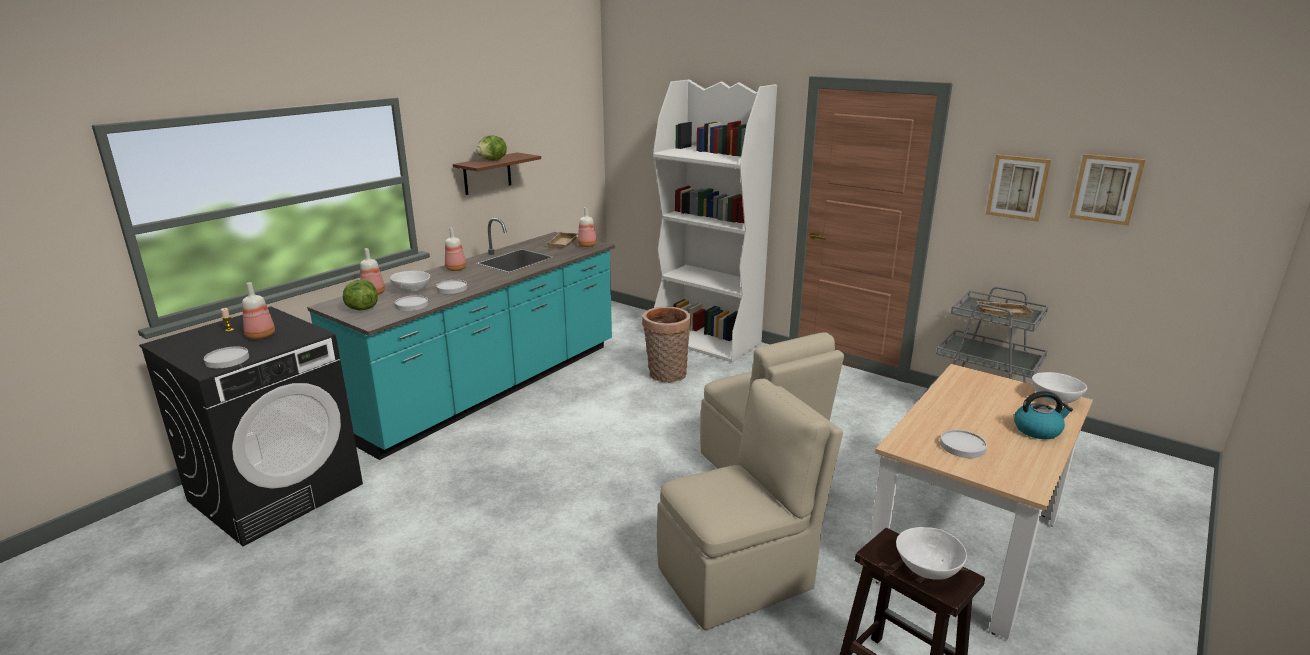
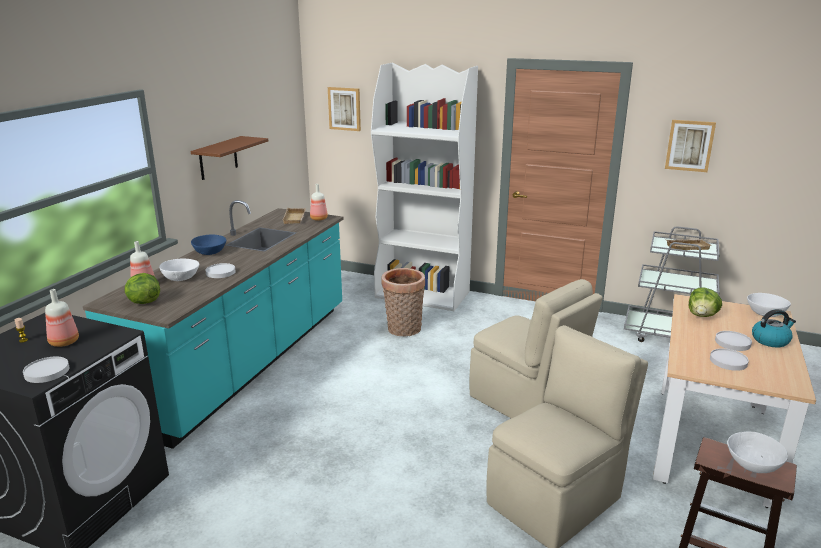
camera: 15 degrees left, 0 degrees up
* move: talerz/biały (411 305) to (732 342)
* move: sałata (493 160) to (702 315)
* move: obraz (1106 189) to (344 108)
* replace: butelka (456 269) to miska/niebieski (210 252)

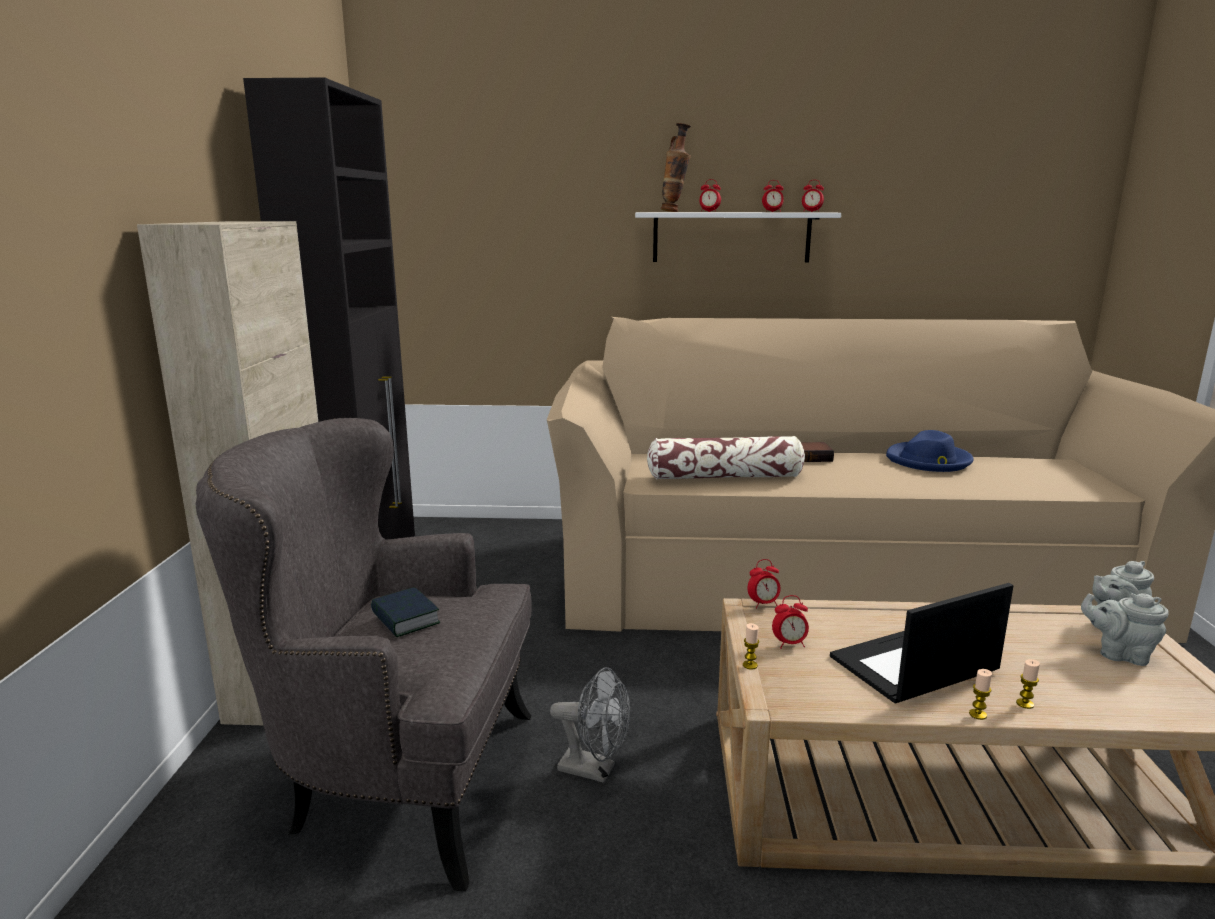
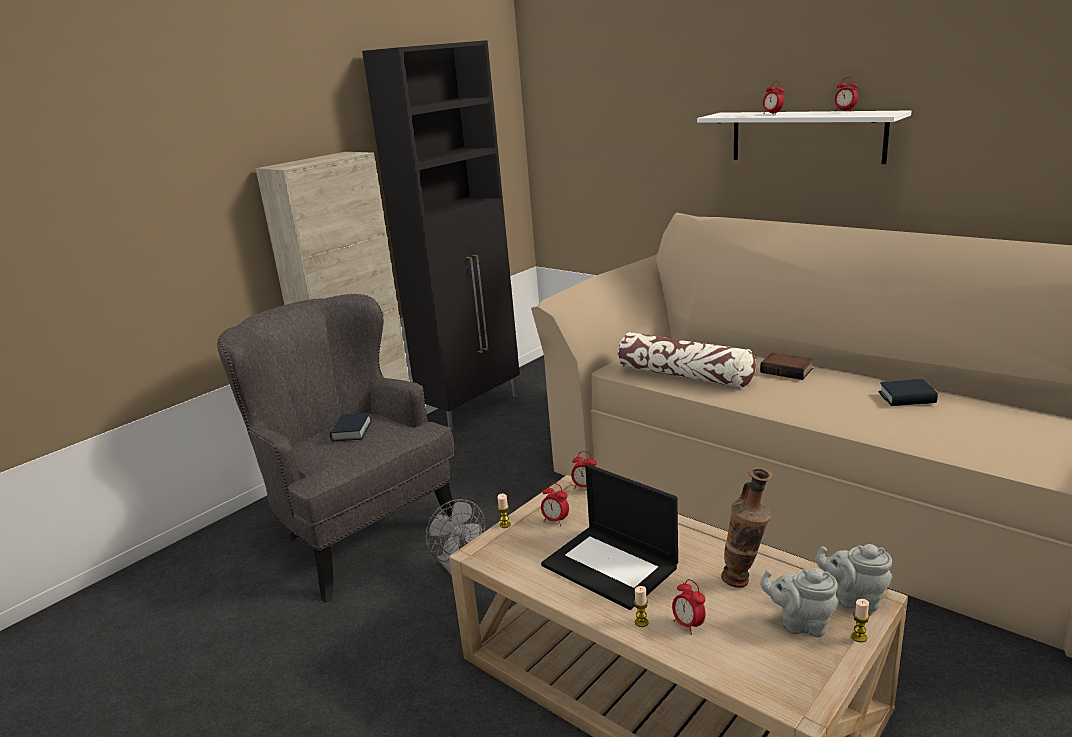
camera: 40 degrees right, 5 degrees up
* move: wazon (674 212) to (744 582)
* move: budzik (811 212) to (688 625)
* move: świeca (977 714) to (859 637)
* replace: kapelusz/niebieski (928 460) to książka (907 398)
* rotate: laptop (913 666) = (611 566) 150 degrees counterclockwise
* rotate: imbryk/szary (1119 654) = (801 624) 45 degrees counterclockwise

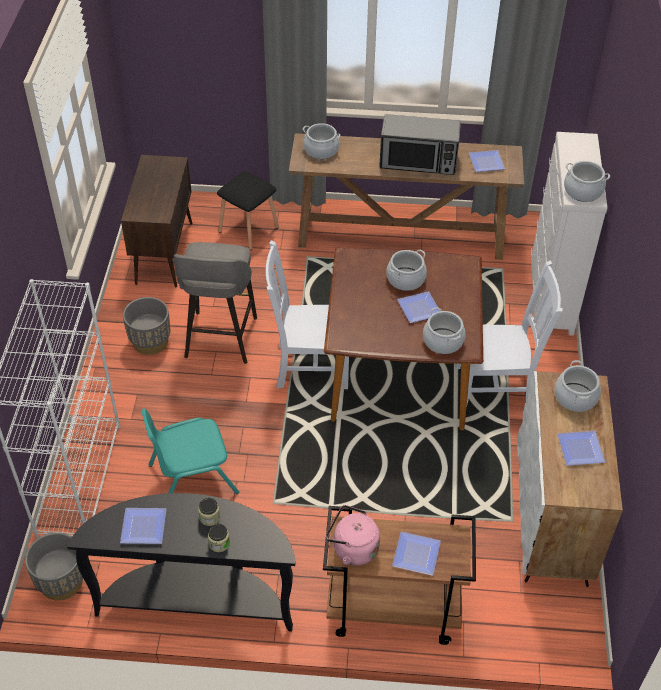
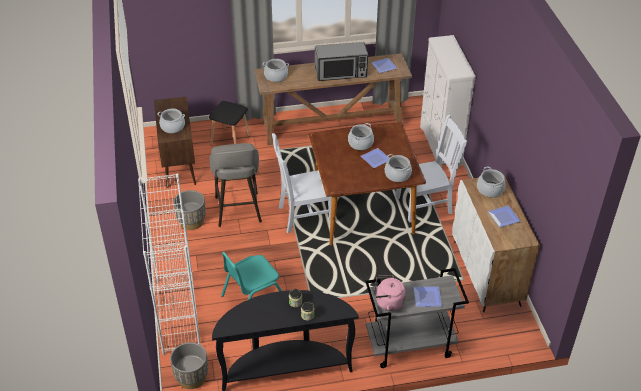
camera: 15 degrees left, 5 degrees down
* delete: talerz (142 526)
* move: garnek (583 191) to (172 127)
* recolor: wózek/brązowy (392 611) to wózek/szary (409 346)

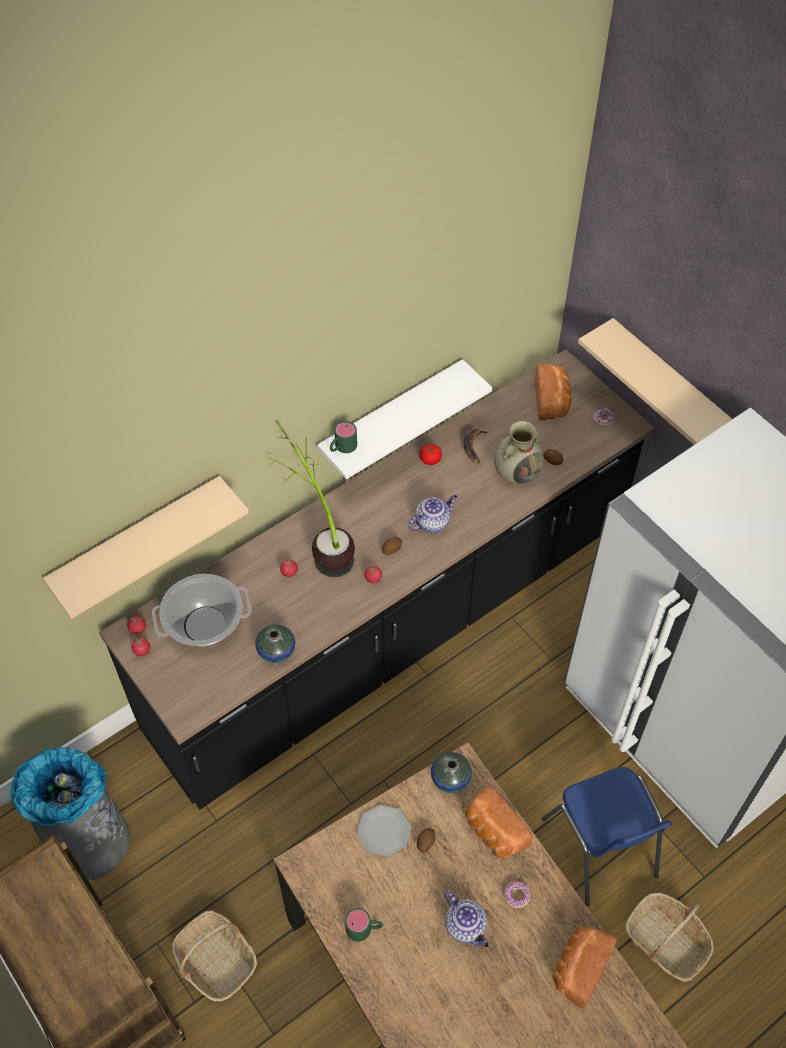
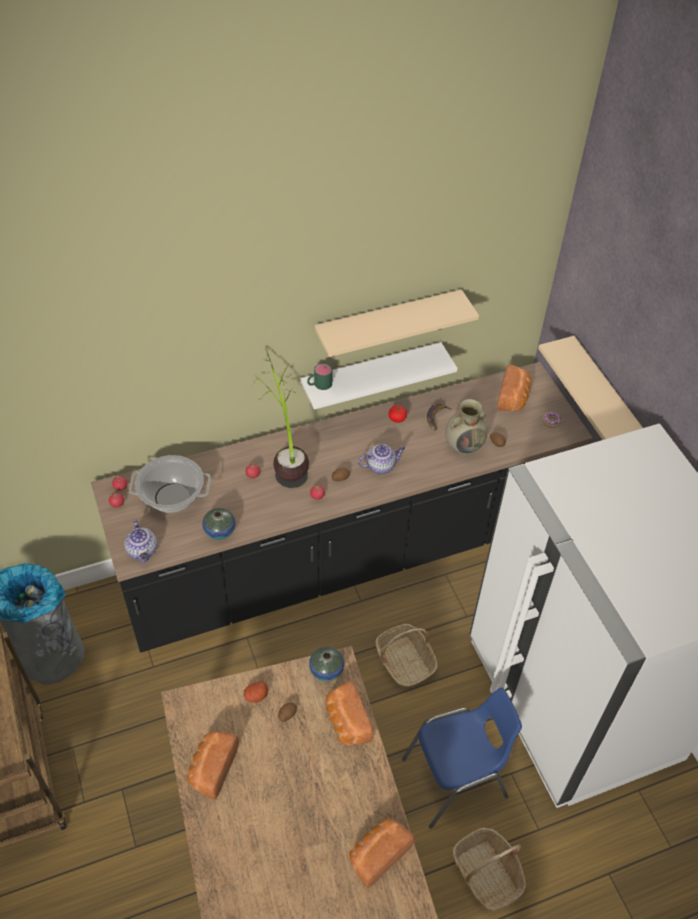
camera: 15 degrees right, 5 degrees down
* delete: donut (517 895)
* move: półka/beżowy (138 542) to (388 324)
* move: koszyk (216 960) to (404 661)
* move: imbryk (466 926) to (143 551)
* replace: kubek/zielony (364 929) to chleb (212 768)
* replace: talerz (383 831) to ziemniak (256 696)
* rotate: krzesło/niebieski (600 848) = (456 779) 105 degrees counterclockwise

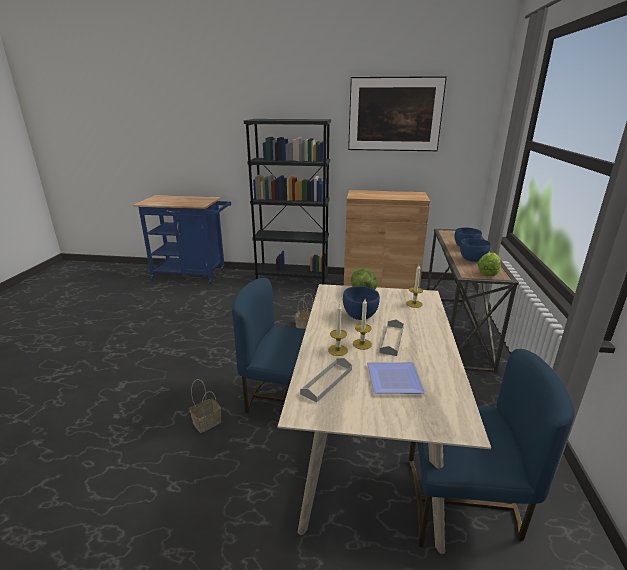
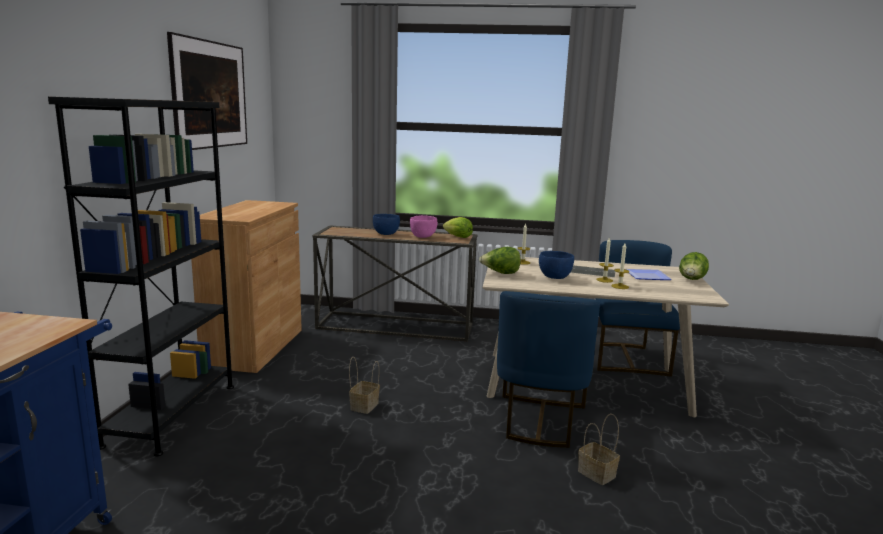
camera: 90 degrees left, 10 degrees down
* delete: taca/szary (327 381)
* insert: sałata (692 280)
* recolor: miska/niebieski (472 260) to miska/różowy (423 236)

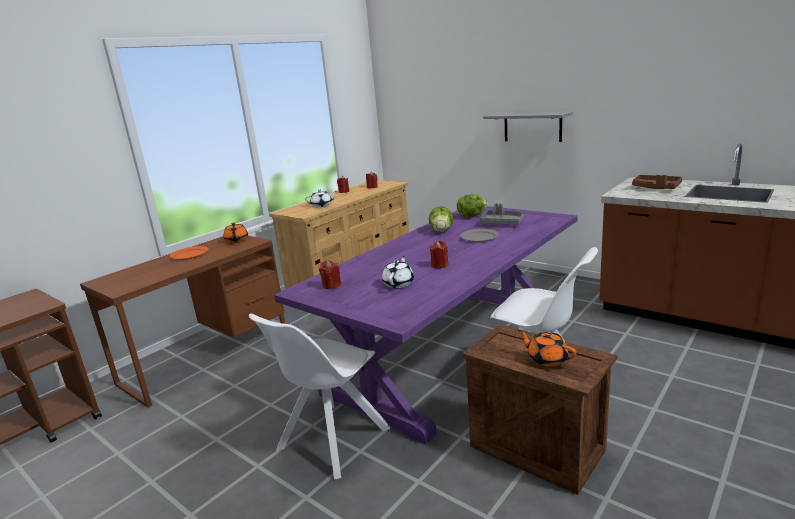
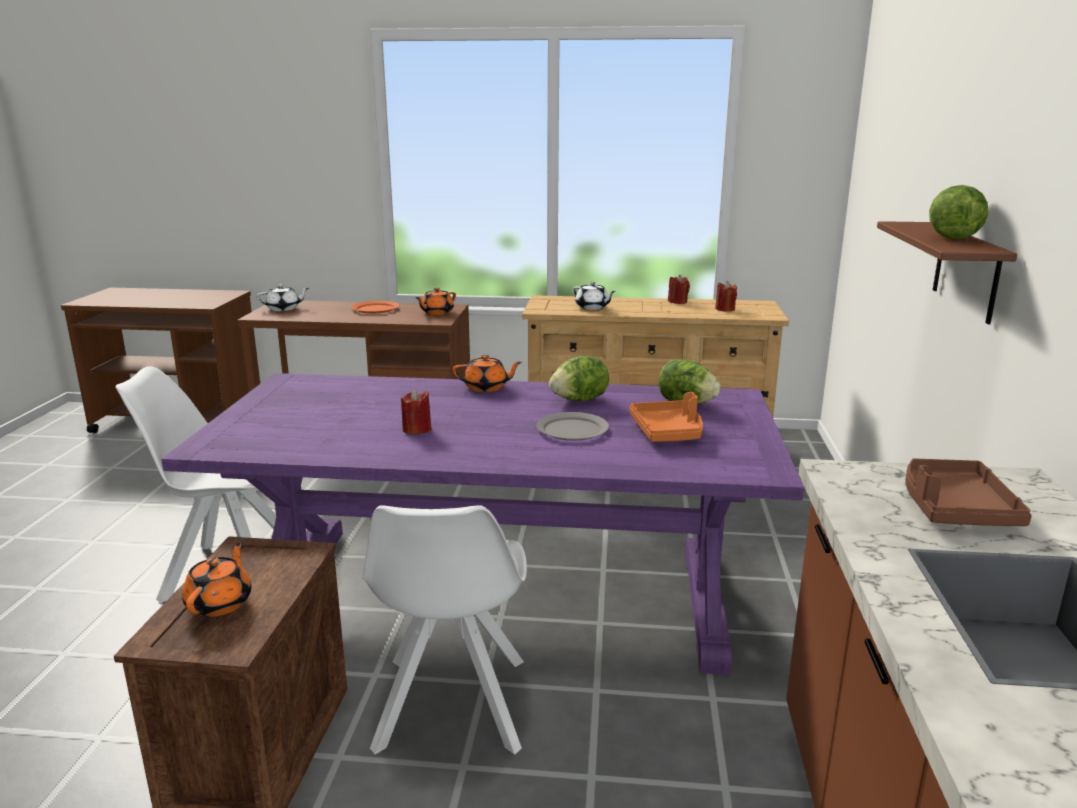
camera: 55 degrees right, 0 degrees up
* delete: świeca/czerwony (331 285)
* insert: imbryk/pomarańczowy (487 387)
* insert: sałata (953 238)
* move: imbryk/biały (398 283) to (284 309)
* recolor: taca/szary (502 223) to taca/pomarańczowy (668 432)
* recolor: półka/szary (532 127) to półka/brązowy (966 271)

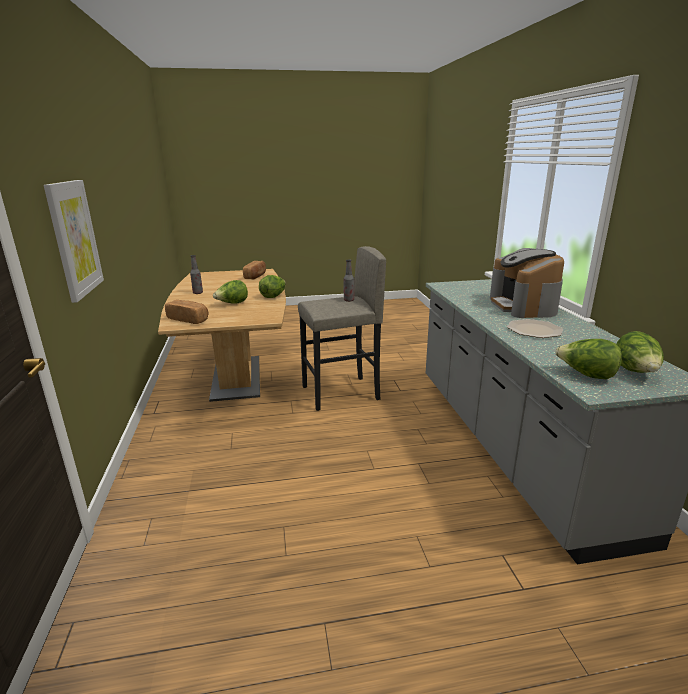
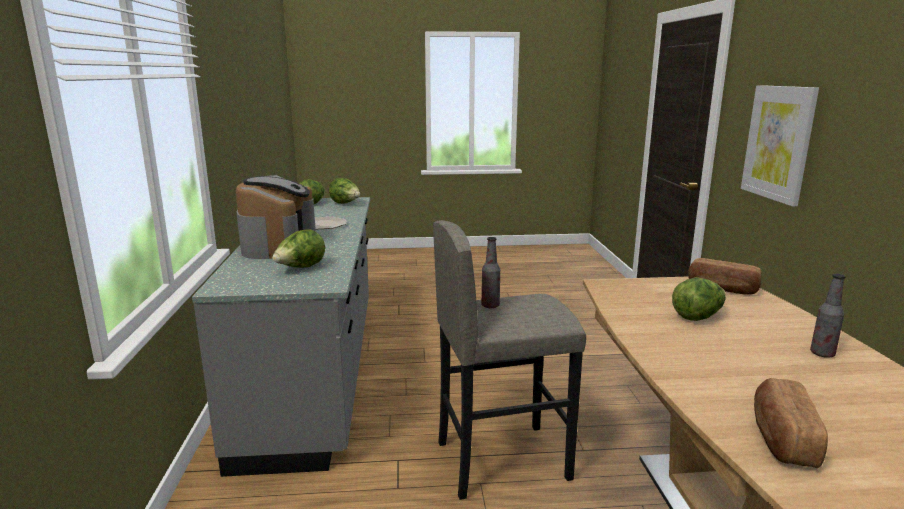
camera: 175 degrees left, 5 degrees down
* move: sałata (273 296) to (300 268)

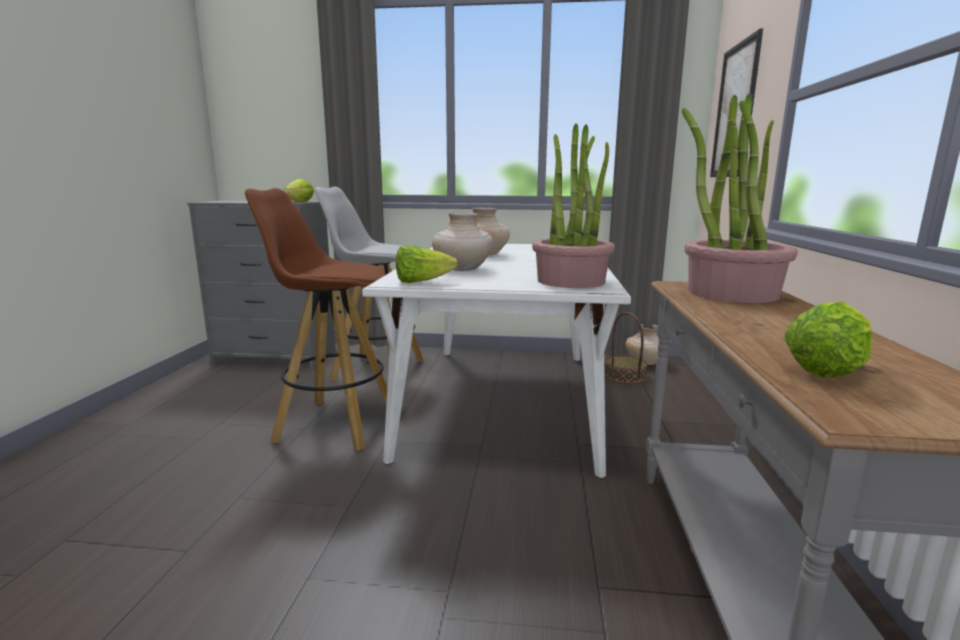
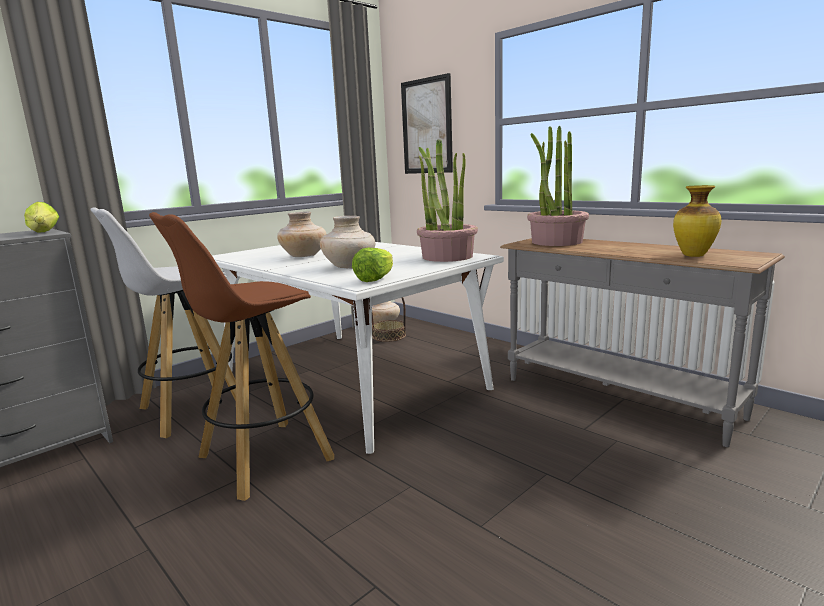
camera: 50 degrees left, 0 degrees up
* replace: sałata (828 369) to wazon (693 255)

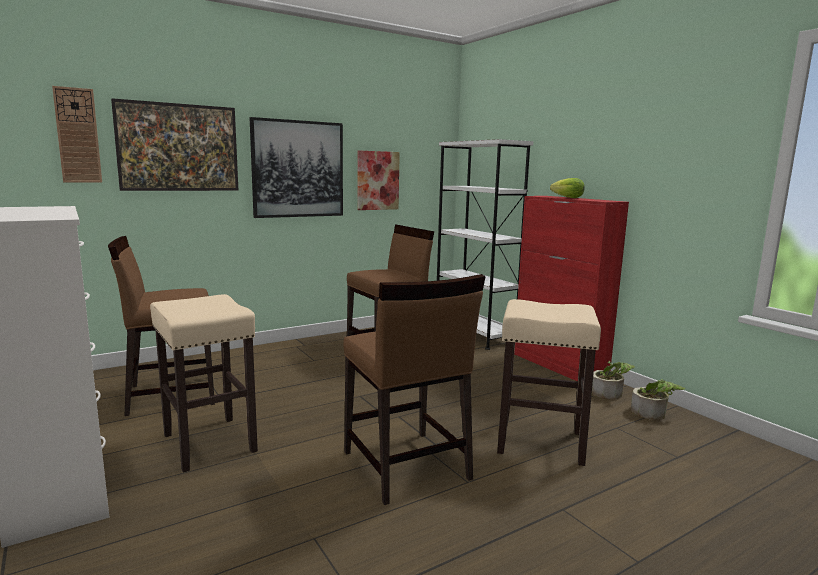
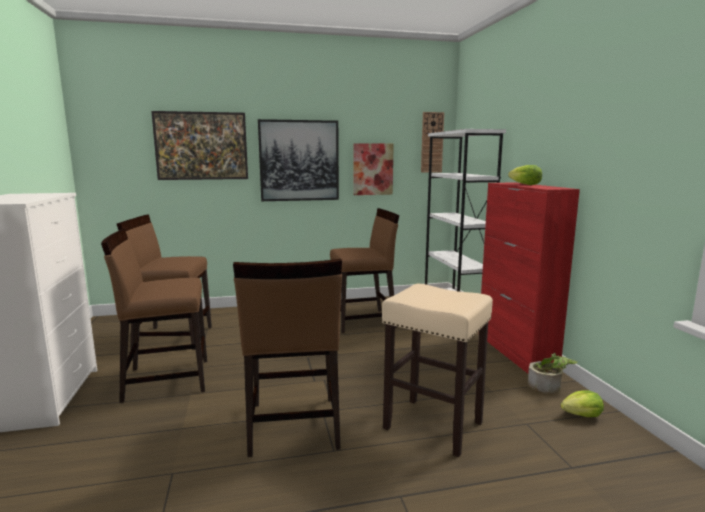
camera: 20 degrees right, 0 degrees up
* move: zegar ścienny (78 135) to (432 142)
* replace: stołek/beżowy (208 442) to krzesło/brązowy (166 379)
* replace: roślina doniczkowa (653 413) to sałata (582 415)

